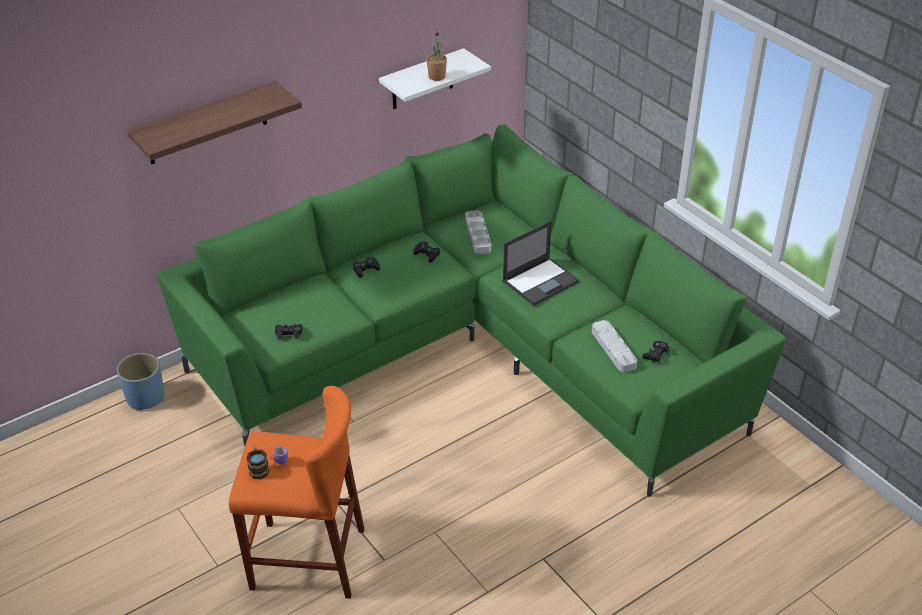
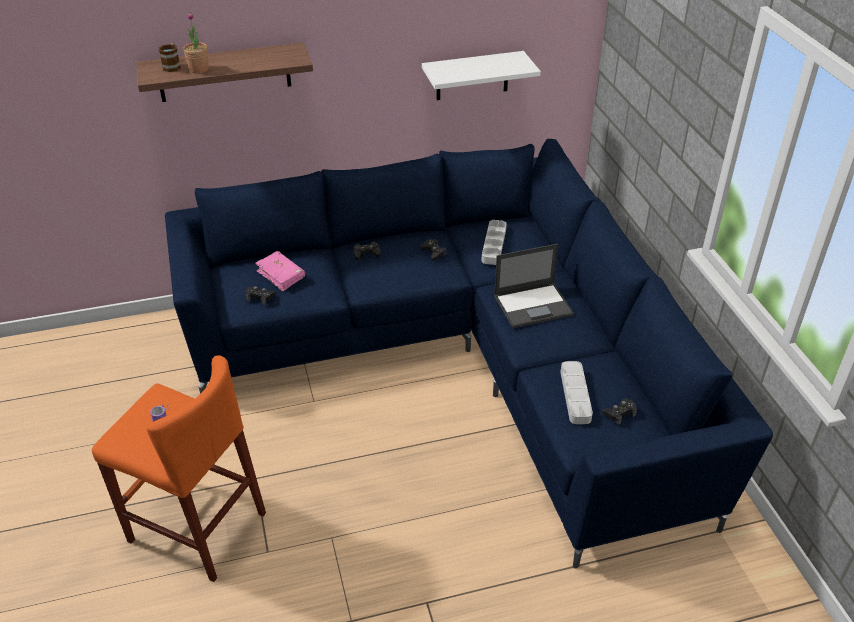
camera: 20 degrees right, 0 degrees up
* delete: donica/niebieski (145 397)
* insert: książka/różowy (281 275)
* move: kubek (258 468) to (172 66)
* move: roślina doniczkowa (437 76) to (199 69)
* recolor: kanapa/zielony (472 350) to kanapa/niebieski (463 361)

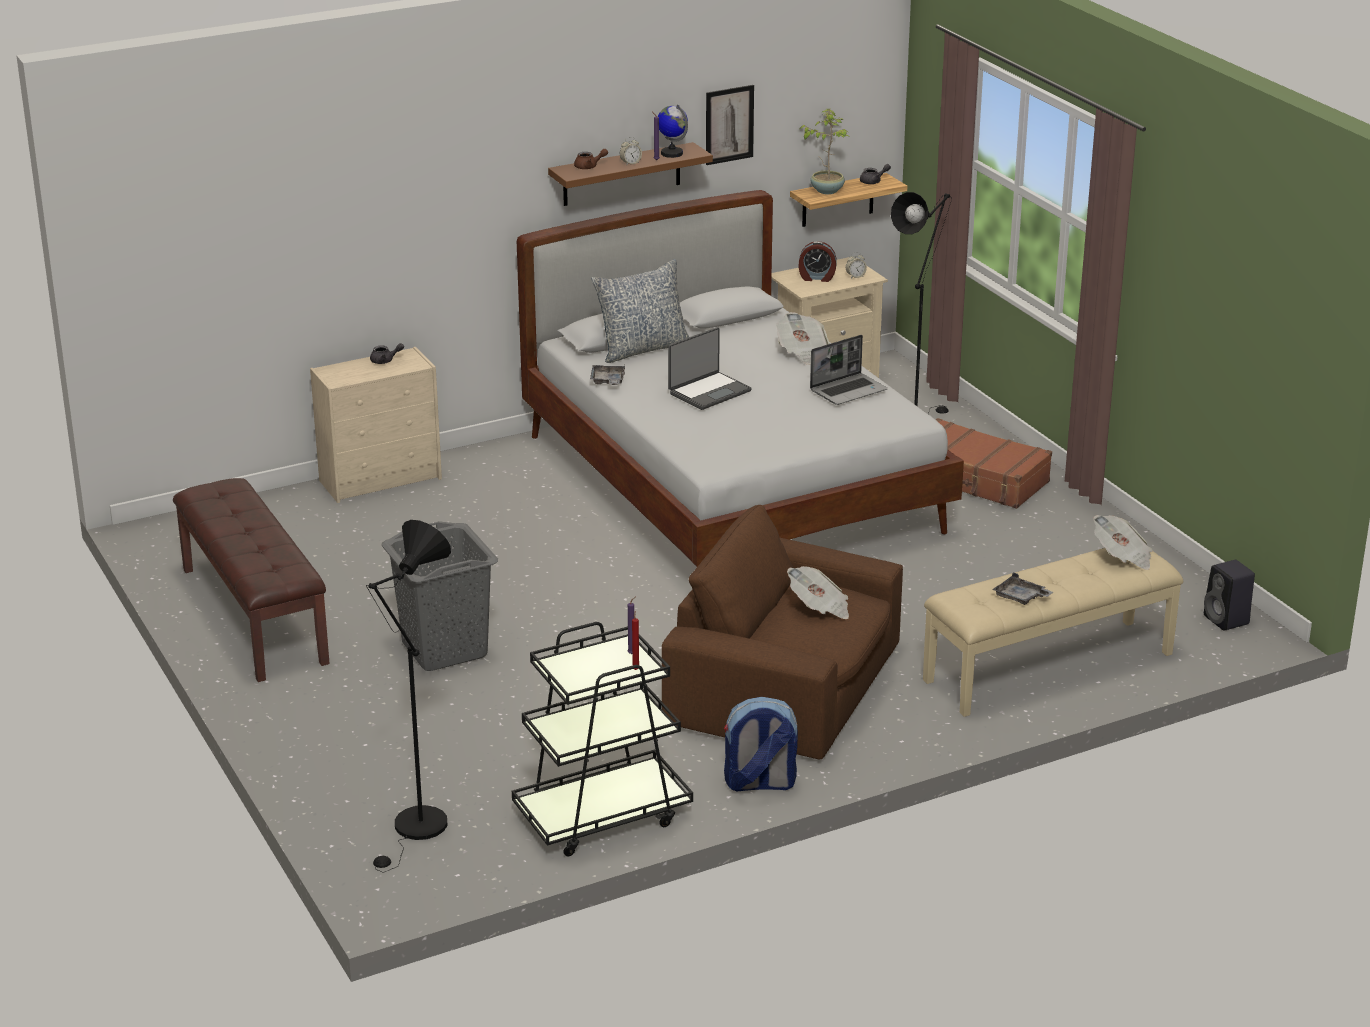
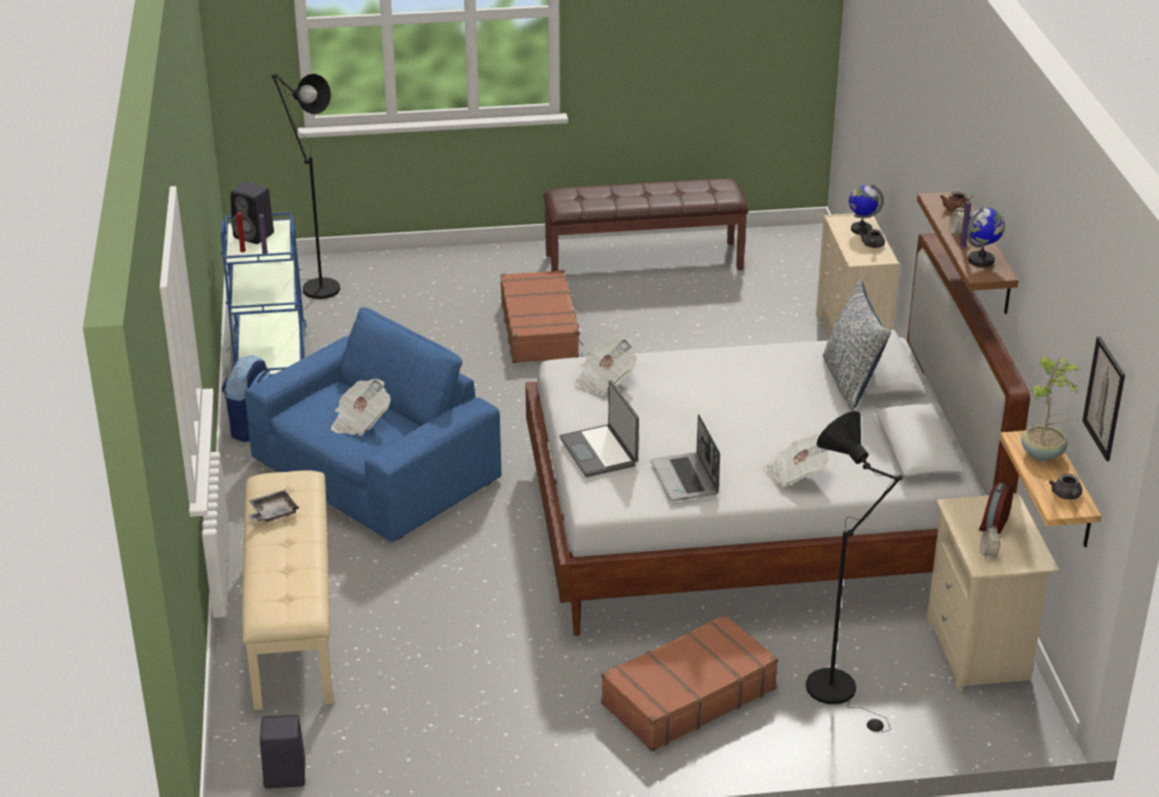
camera: 110 degrees right, 5 degrees up
* delete: taca/szary (608 381)
* insert: głośnik/czarny (255 235)
* insert: globus (861 229)
* move: laptop (708 392) to (600 452)
* move: obraz (729 124) to (1104 398)
* move: gazeta (1122 557) to (604 380)
* replace: kosz na pranie/szary (444 650) to walizka/brązowy (540 329)
* recolor: wózek/czarny (602 816) to wózek/niebieski (270 355)
* recolor: fotel/brązowy (787 685) to fotel/niebieski (374 471)

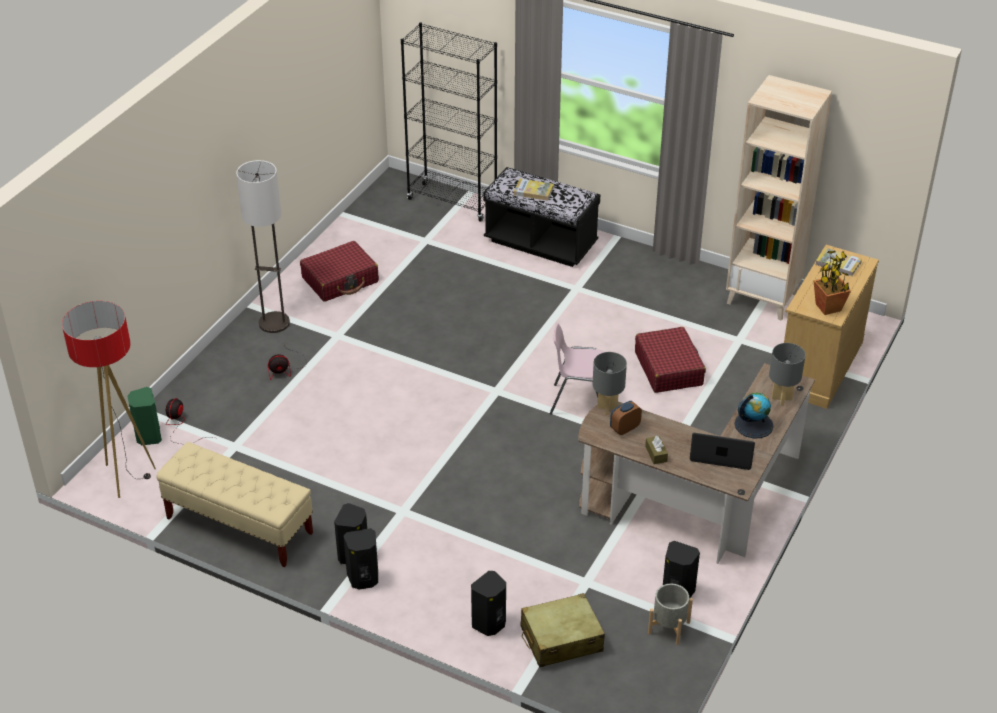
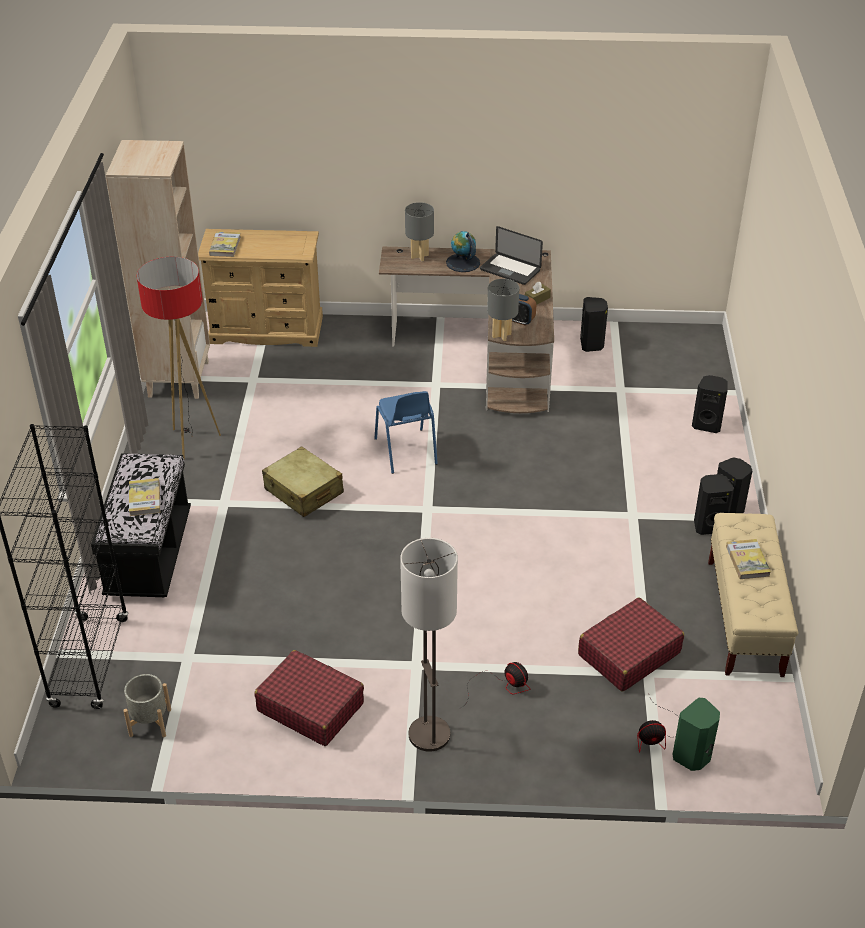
camera: 115 degrees left, 0 degrees up
* delete: roślina doniczkowa (828 307)
* insert: książka (747 561)
* move: lampa stojąca (127 477) to (192 441)
* move: walizka/beżowy (561 639) to (304 491)
* move: walizka/czerwony (668 368) to (628 654)
* move: donica/szary (668 627) to (150 722)
* recolor: krzesło/różowy (578 401) to krzesło/niebieski (406 452)
* rotate: laptop (722 454) = (510 270) 45 degrees counterclockwise

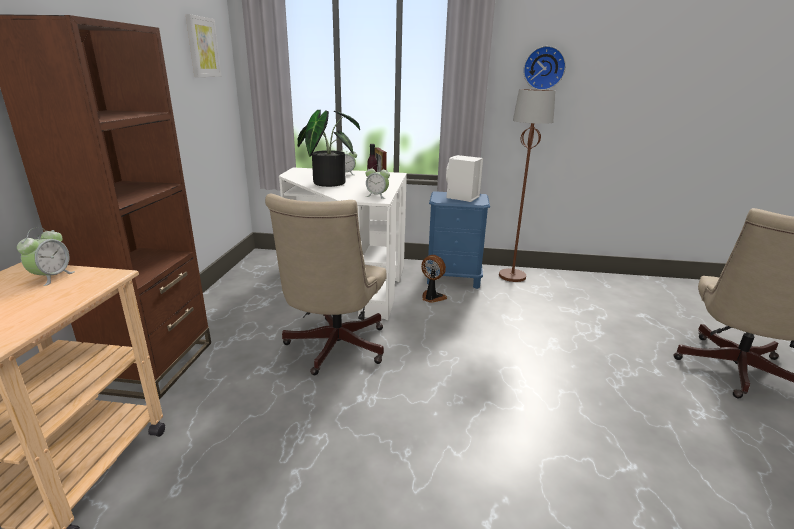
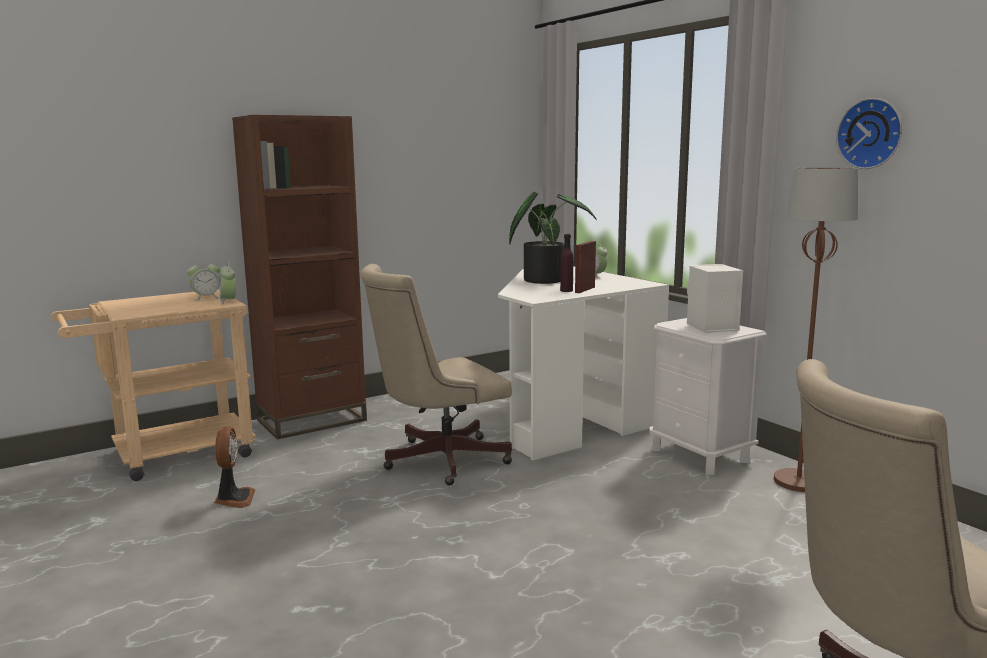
camera: 50 degrees right, 10 degrees down
* delete: obraz (202 47)
* move: budzik (377 196) to (229 301)
* move: wentylator (432 298) to (234 499)
* recolor: szafka nocna/niebieski (453 278) to szafka nocna/biały (700 455)

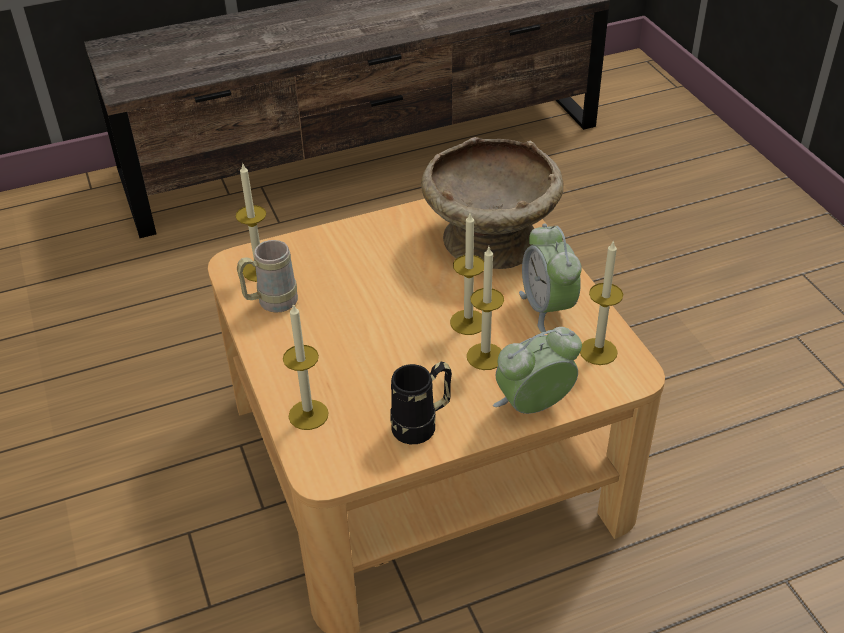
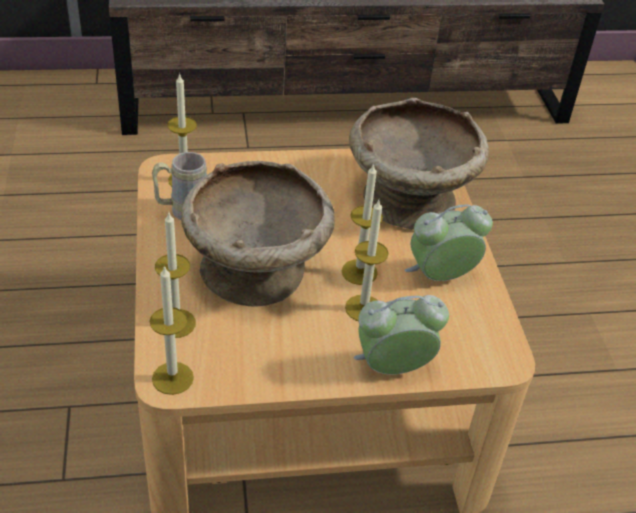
camera: 10 degrees right, 0 degrees up
* delete: kubek/czarny (422 425)
* insert: miska/beżowy (257 270)
* move: świeca (598 351) to (172 378)
* rotate: budzik (547 308) = (441 276) 75 degrees clockwise

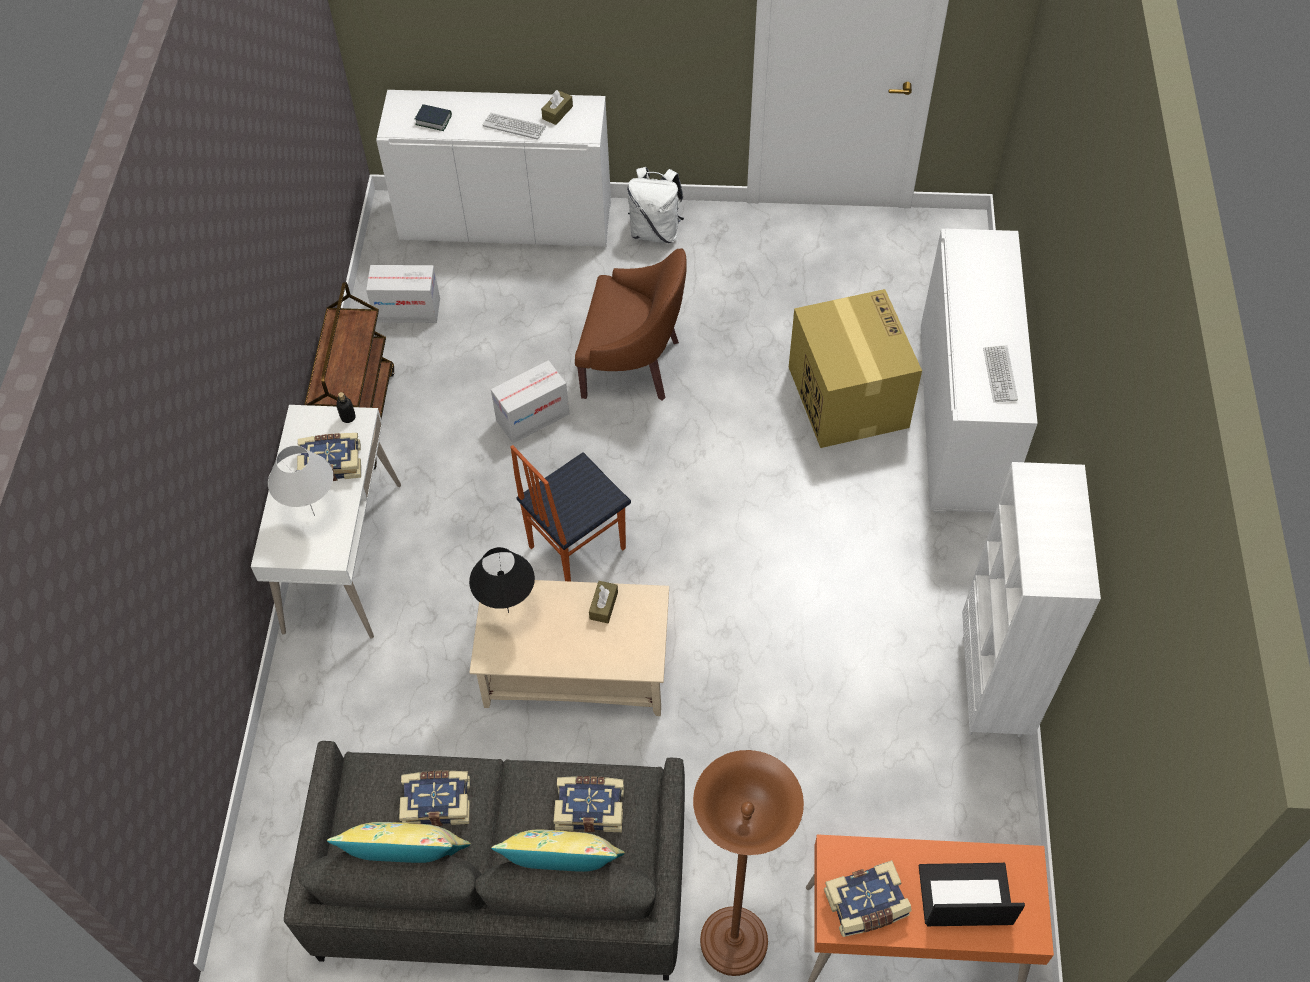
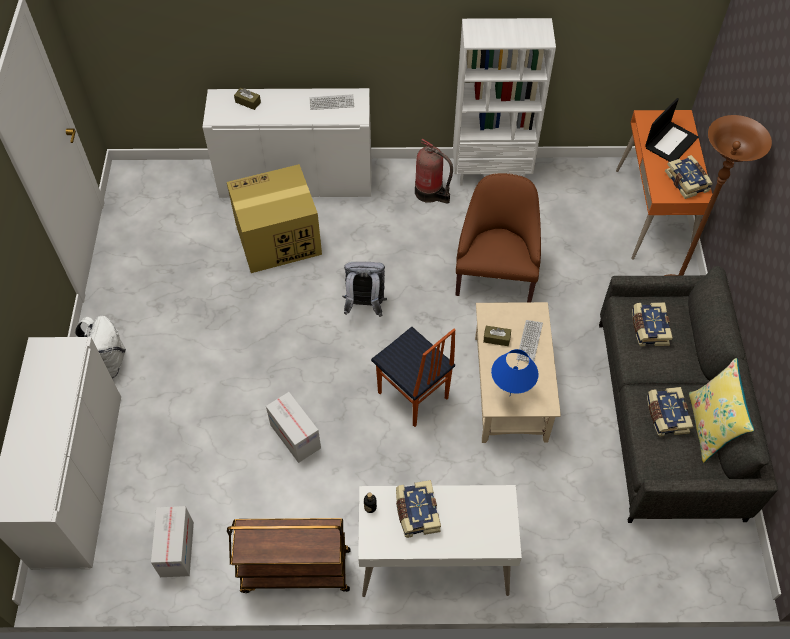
camera: 95 degrees left, 0 degrees up
* delete: lampa stołowa/biały (314 515)
* delete: książka (433 120)
* delete: poduszka/żółty (564 869)
* insert: plecak/szary (365 305)
* insert: gaśnica (430 193)
* move: klawiatura (514 127) to (529 341)
* move: pudełko chusteczek/brązowy (557 112) to (248 102)
* move: fotel/brązowy (633 364) to (495 274)
* recolor: lampa stołowa/czarny (508 612) to lampa stołowa/niebieski (509 396)
* rotate: laptop (964 896) = (671 142) 135 degrees counterclockwise

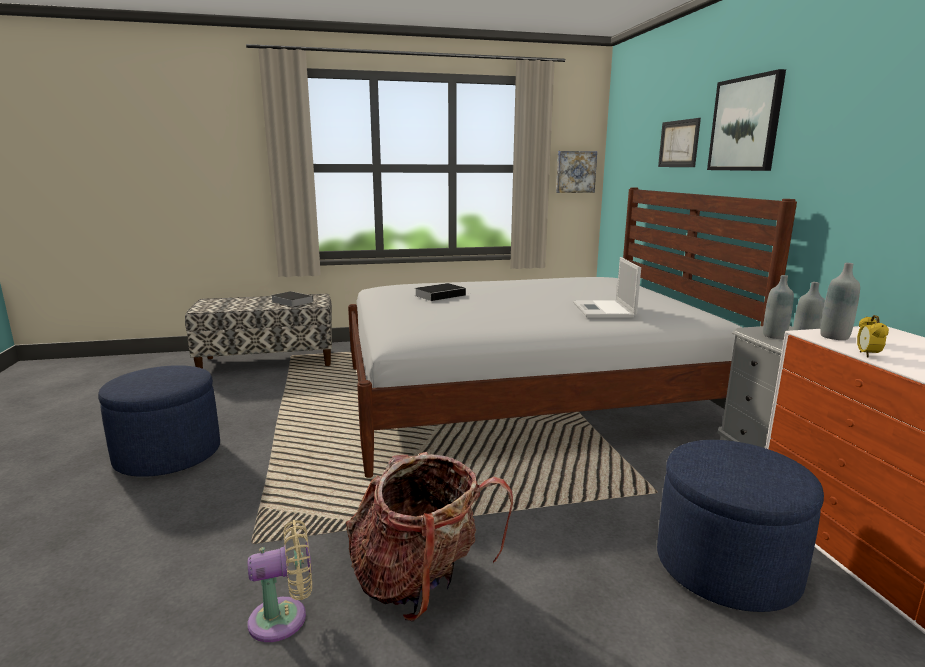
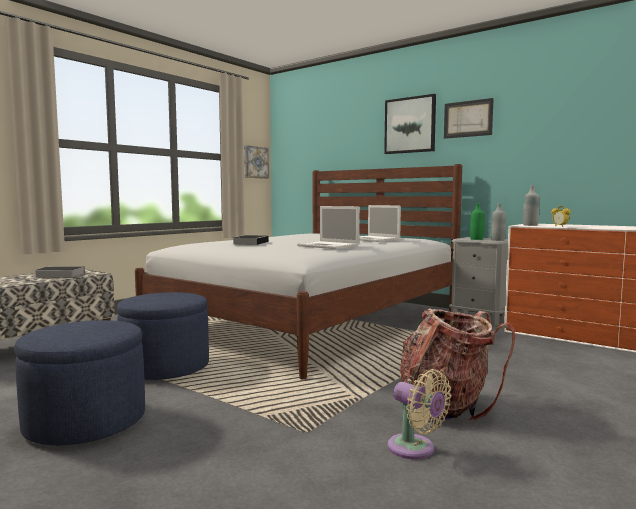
camera: 40 degrees left, 10 degrees down
* insert: laptop (329 246)
* move: pufa/niebieski (726 566) to (165 367)
* move: obraz (679 143) to (468 119)
* recolor: butelka/szary (774 336) to butelka/zielony (476 239)
* rotate: wentylator/beżowy (284 618) = (415 449) 105 degrees clockwise

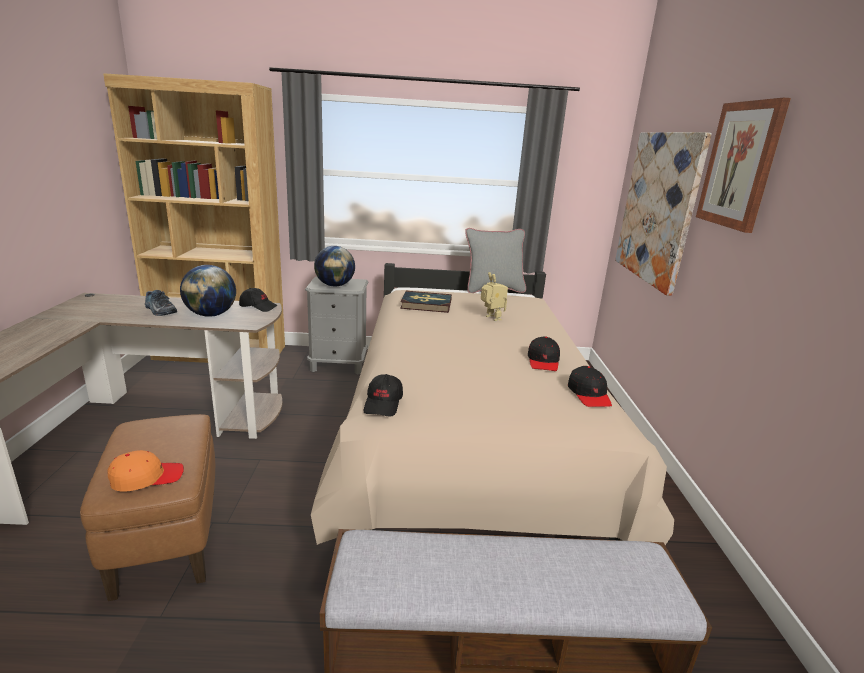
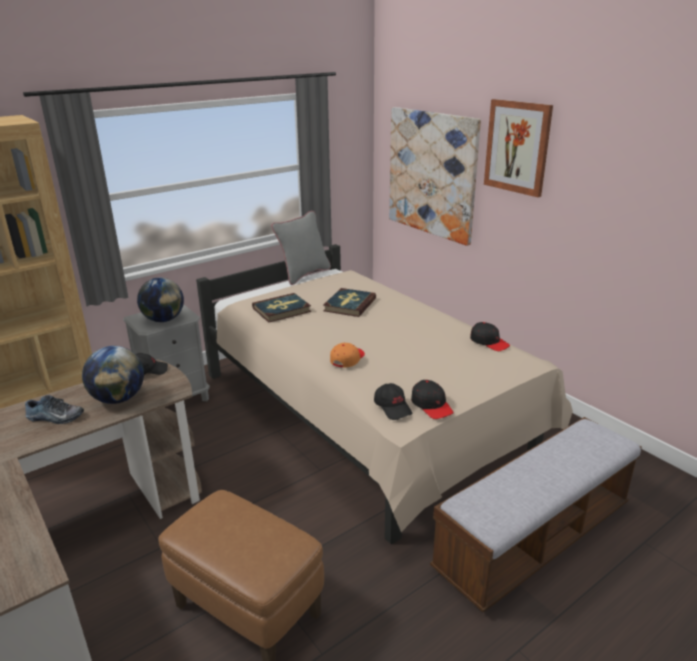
camera: 35 degrees left, 5 degrees up
* move: czapka z daszkiem/pomarańczowy (147 477) to (347 359)
* move: czapka z daszkiem/czarny (543 361) to (431 405)
* replace: robot zabawkowy (491 318) to książka (349 305)

